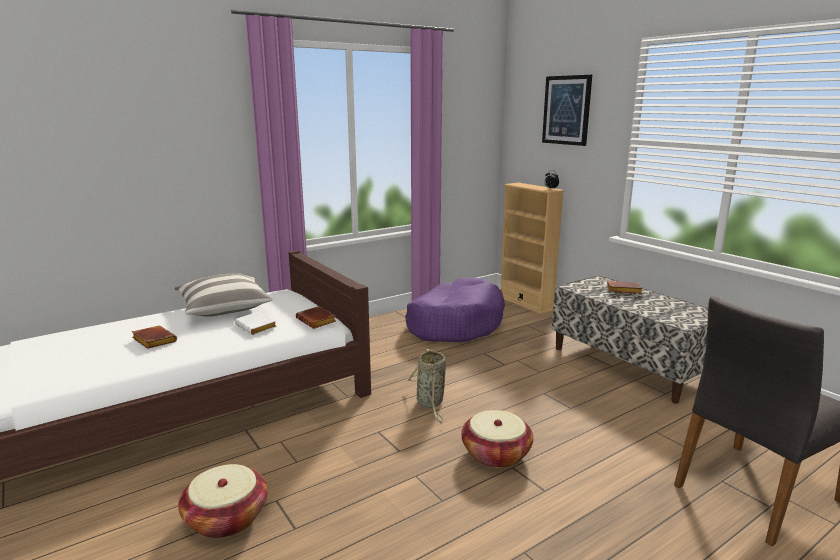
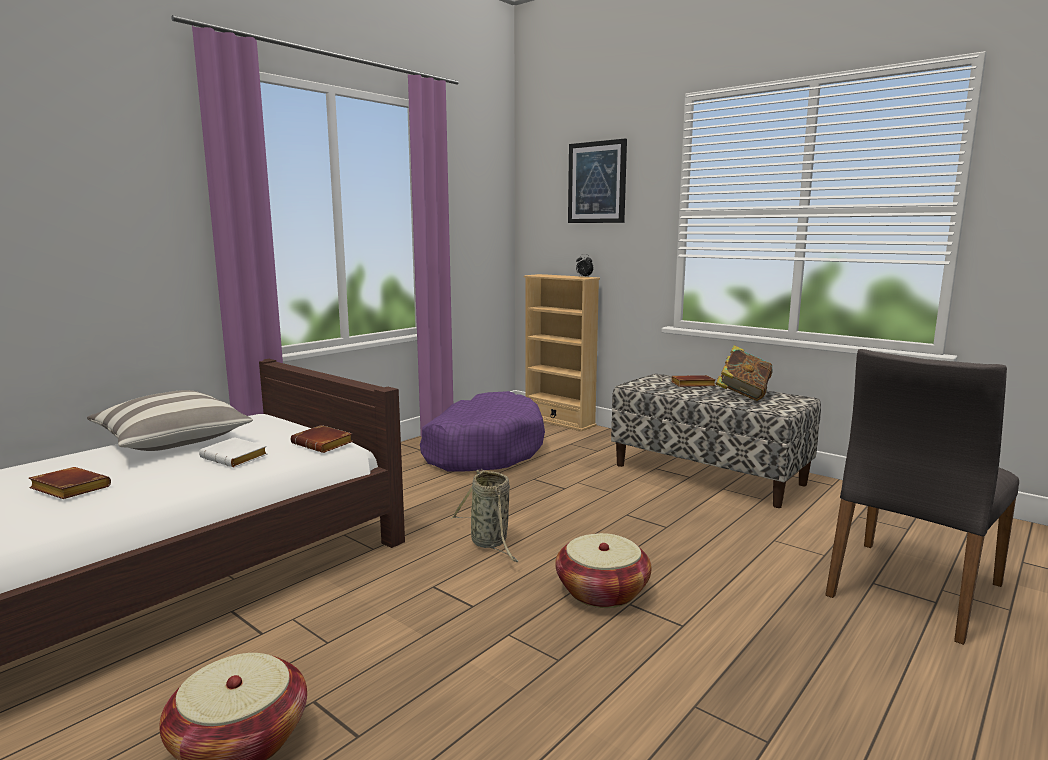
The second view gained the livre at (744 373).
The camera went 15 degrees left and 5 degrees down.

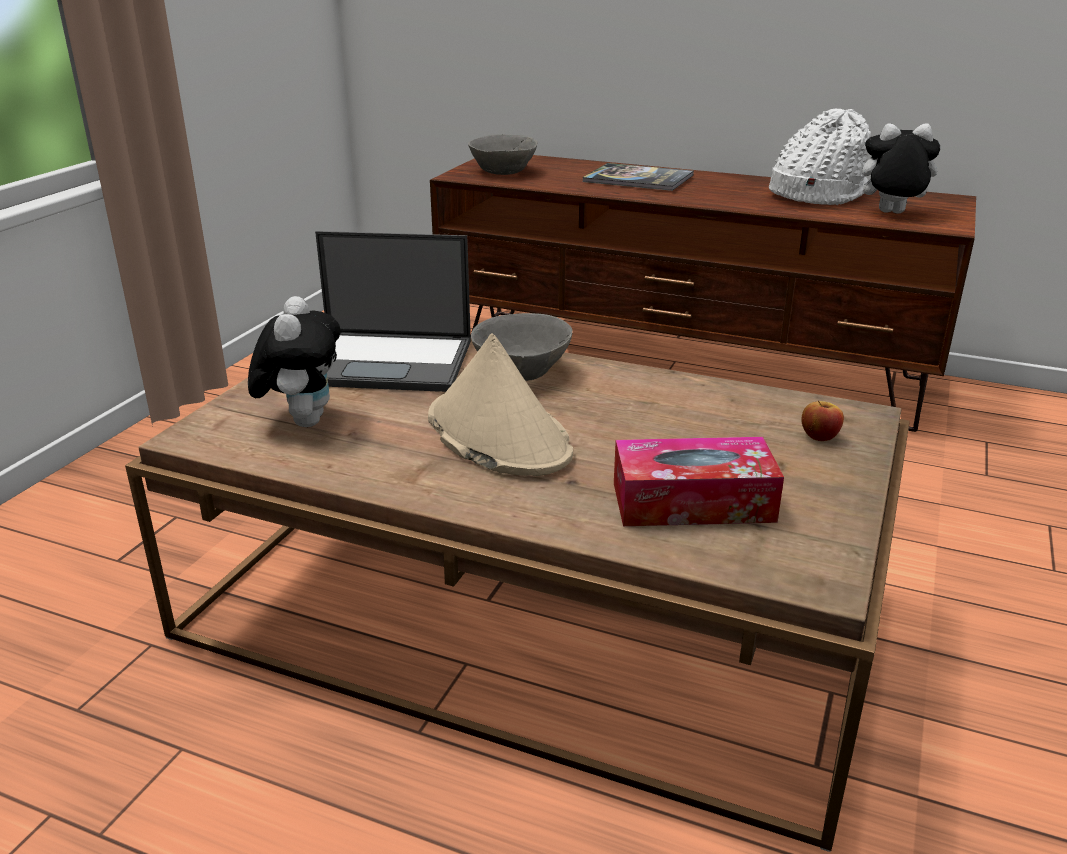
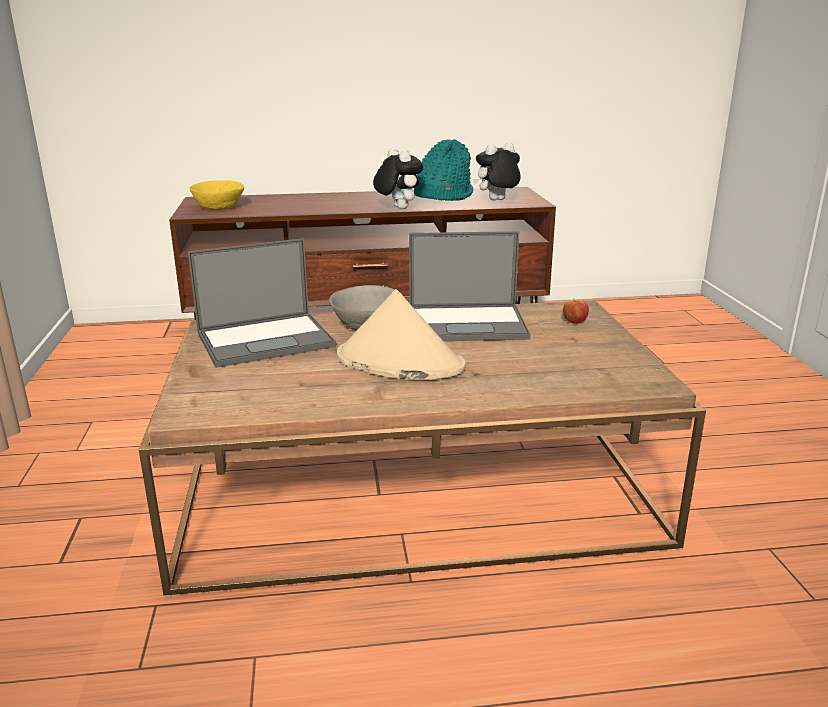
The peluche ended up elsewhere, having gone from (294 361) to (398 178).
What was the bol (gris) at (502 154) turned into the bol (jaune) at (216 195).
The second view lost the livre at (638 177).
The second view lost the boîte à mouchoirs at (699 481).
What was the chapeau (blanc) at (820 157) turned into the chapeau (turquoise) at (443 170).
The second view gained the ordinateur portable at (470 286).
The camera went 30 degrees left and 5 degrees down.

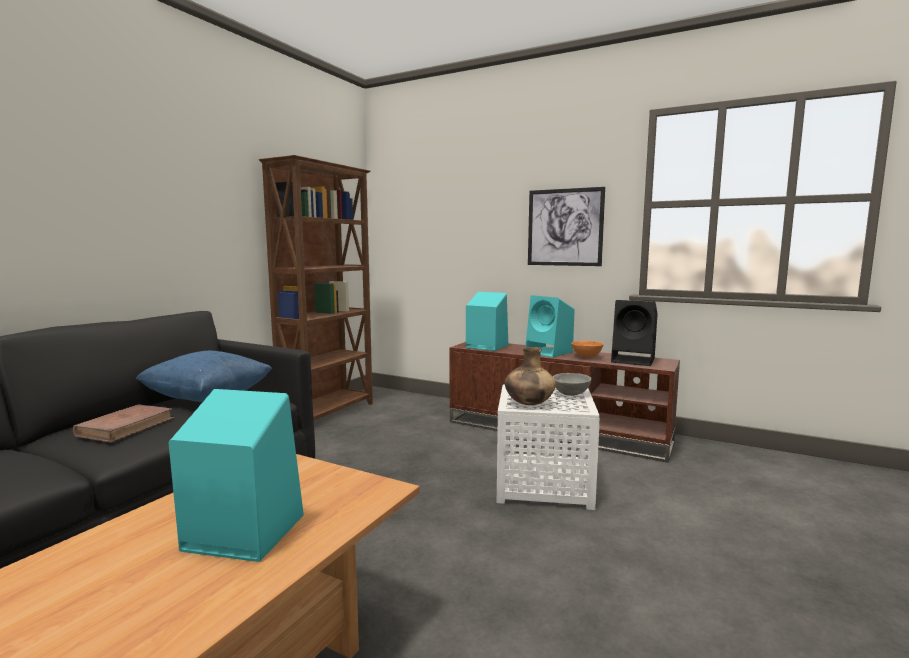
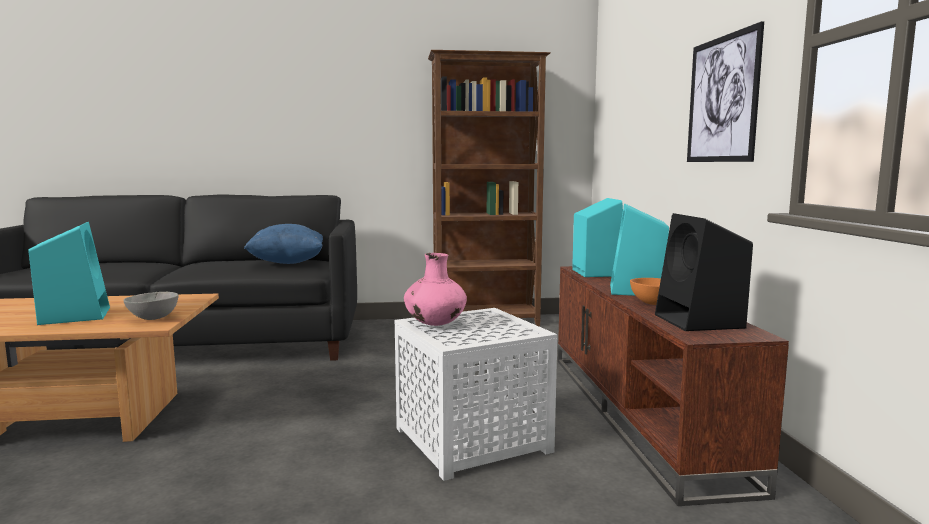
The second view lost the livre (marron) at (124 423).
What was the vase (marron) at (530 376) turned into the vase (rose) at (435 289).
The bol (gris) ended up elsewhere, having gone from (572 384) to (151 306).
The camera went 55 degrees right and 0 degrees up.

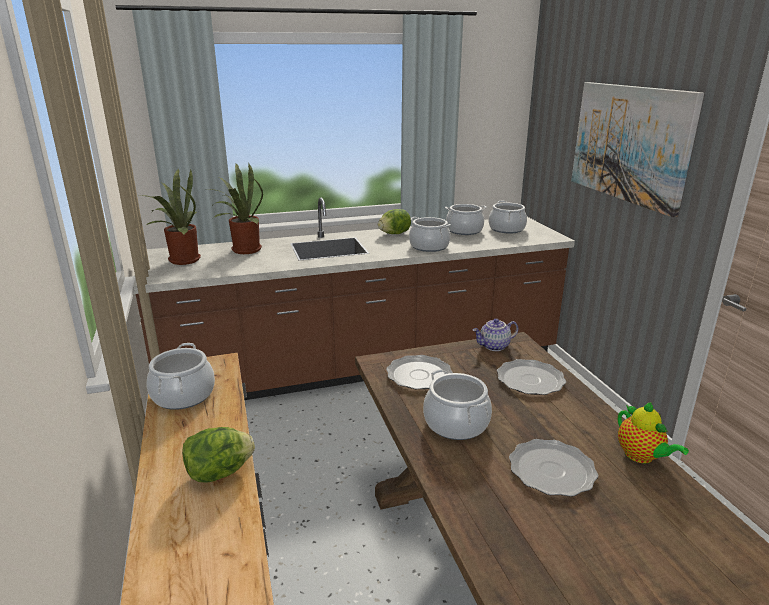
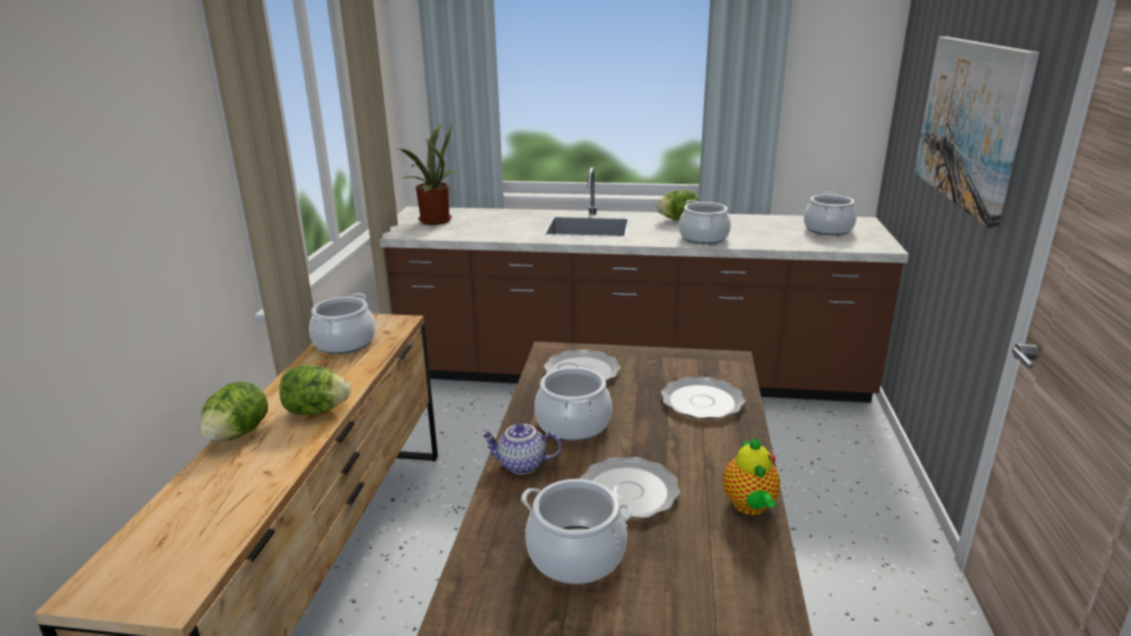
The second view lost the plante en pot at (235 209).
The marmite ended up elsewhere, having gone from (466 219) to (576 531).
The théière ended up elsewhere, having gone from (495 335) to (521 448).
The second view gained the laitue at (234 411).
The camera went 25 degrees right and 0 degrees up.

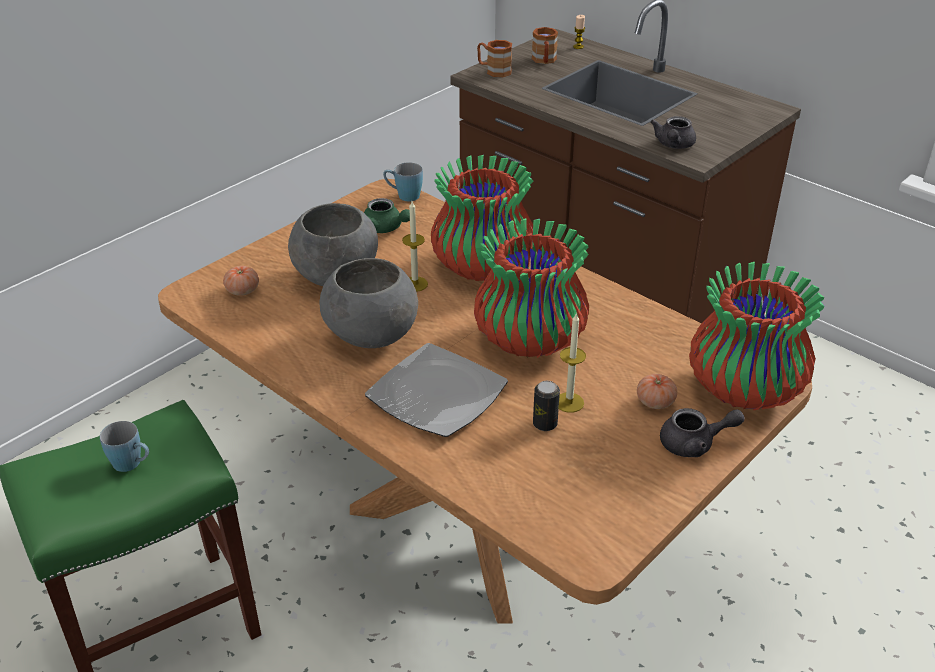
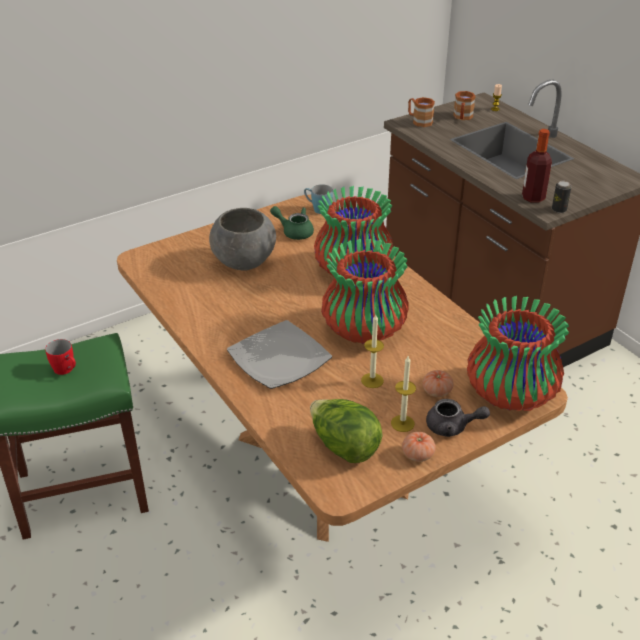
What was the mug (bleu) at (124 446) turned into the mug (rouge) at (60 357).
The tomate ended up elsewhere, having gone from (241 281) to (419 447).
The second view lost the bol (gris) at (369 303).
The théière (vert) at (387 215) ended up facing another way, 150 degrees clockwise from before.
The bougie ended up elsewhere, having gone from (415 246) to (403 394).
The boîte métallique ended up elsewhere, having gone from (546 406) to (562 197).
Where the théière (gris) stood at (673 132), the bouteille came to stand at (537 166).
The second view gained the laitue at (346 431).
The camera went 15 degrees right and 0 degrees up.

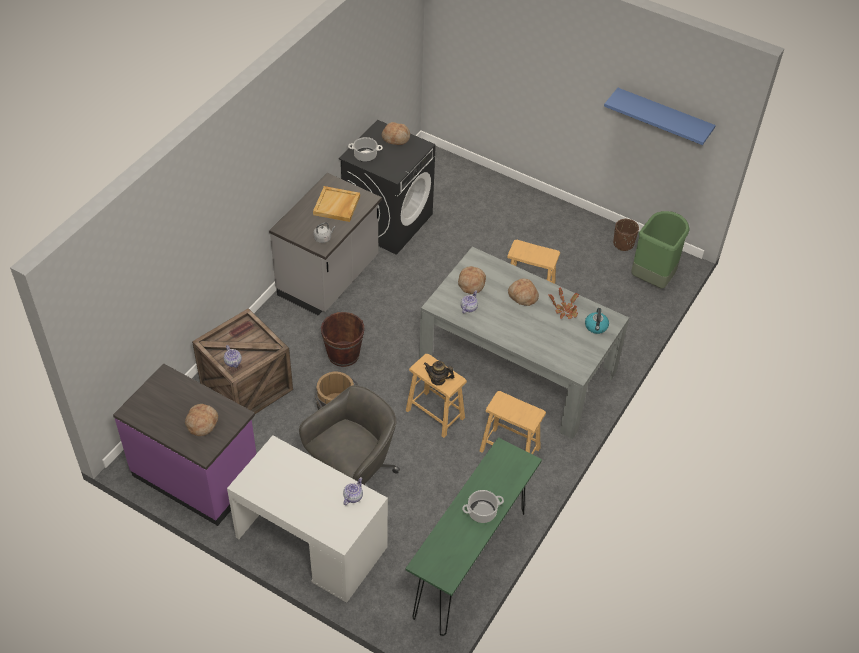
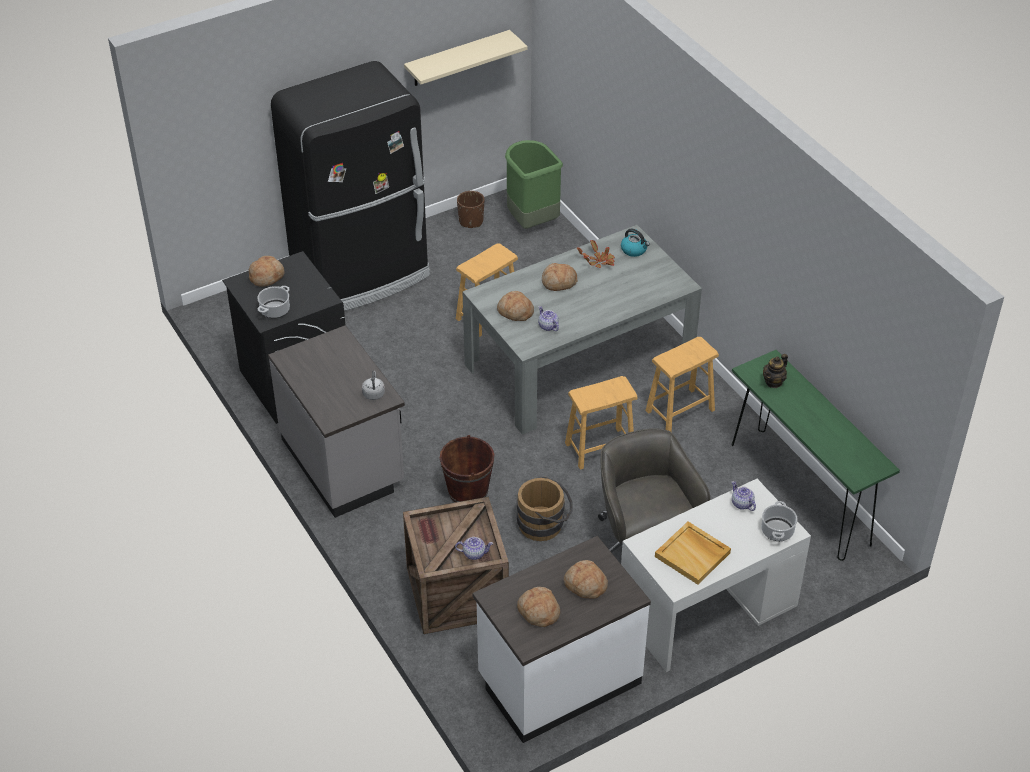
What was the comptoir de cuisine (violet) at (184 445) turned into the comptoir de cuisine (blanc) at (561 639).
The plateau (beige) ended up elsewhere, having gone from (336 204) to (693 553).
The théière ended up elsewhere, having gone from (439 373) to (775 371).
The marmite ended up elsewhere, having gone from (483 506) to (779 521).
What was the étagère (bleu) at (660 116) turned into the étagère (beige) at (466 58).
The second view gained the réfrigérateur (noir) at (350 186).
The second view gained the pain at (538 607).
The camera went 60 degrees left and 5 degrees down.

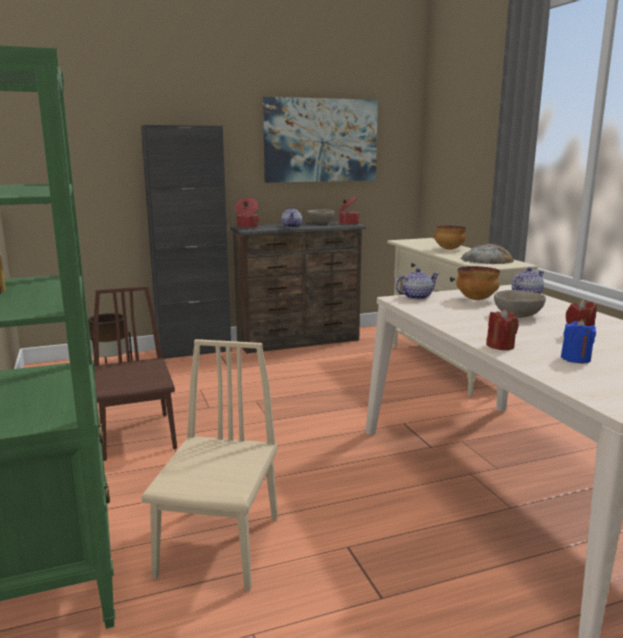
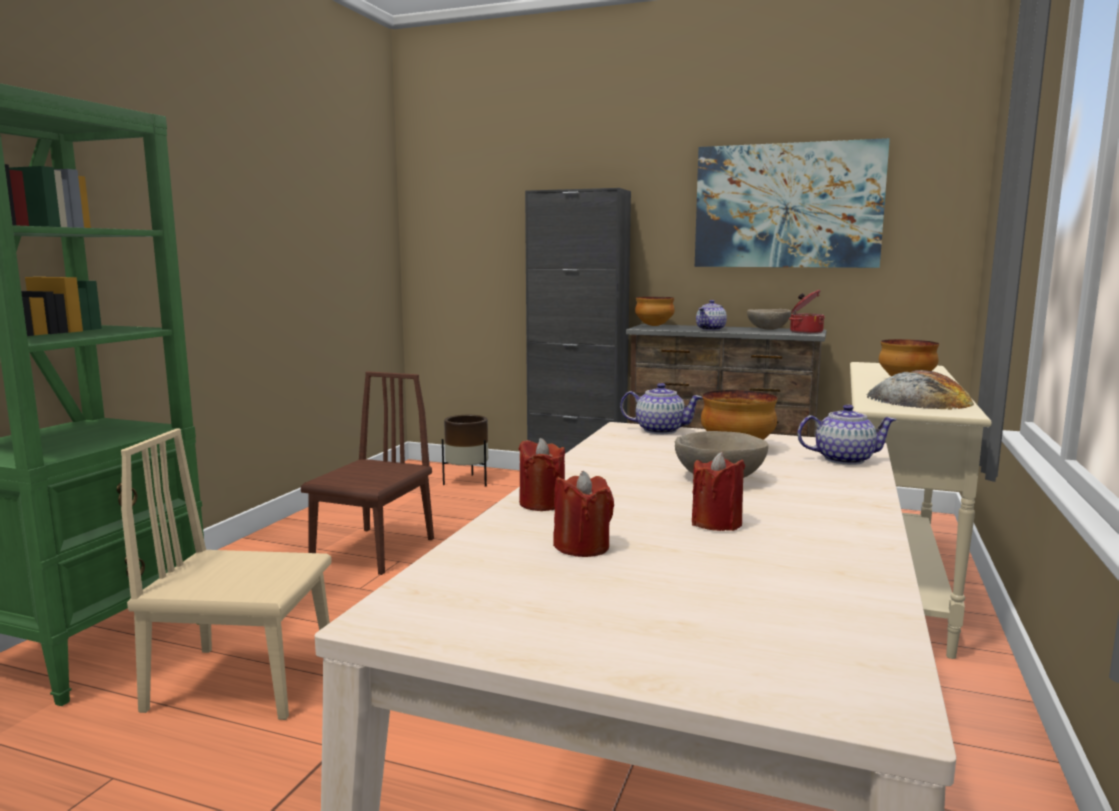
The chaise (beige) at (209 465) ended up facing another way, 135 degrees counterclockwise from before.
Where the marmite stood at (248 213), the bol came to stand at (654 311).
What was the bougie (bleu) at (578 341) turned into the bougie (rouge) at (583 514).
The camera went 40 degrees right and 5 degrees down.

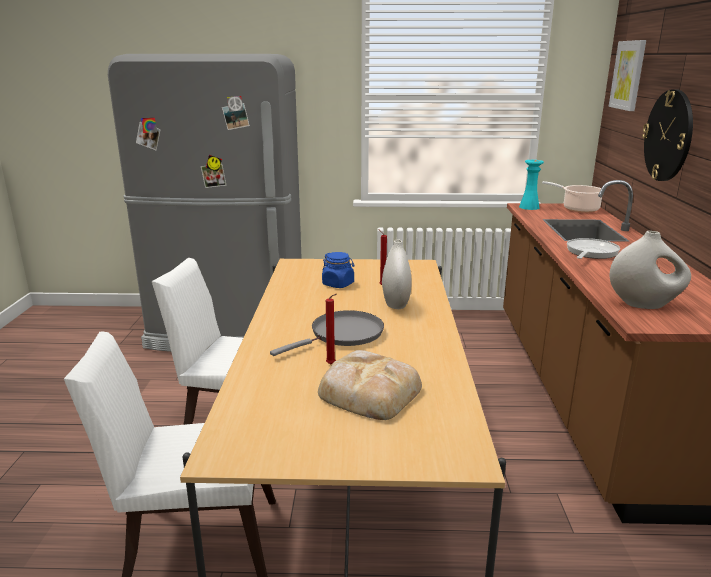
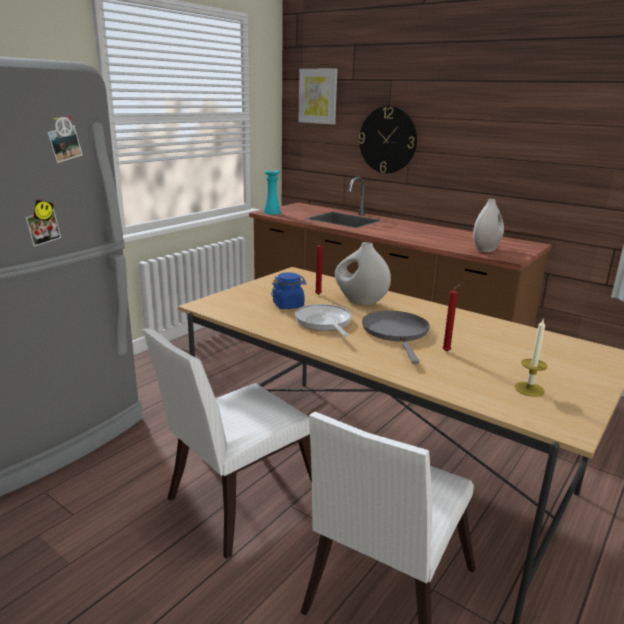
The second view lost the pain at (370 385).
The second view lost the marmite at (572 197).
The poêle ended up elsewhere, having gone from (593 248) to (323 320).
The second view gained the bougie at (531 358).
The camera went 55 degrees left and 0 degrees up.

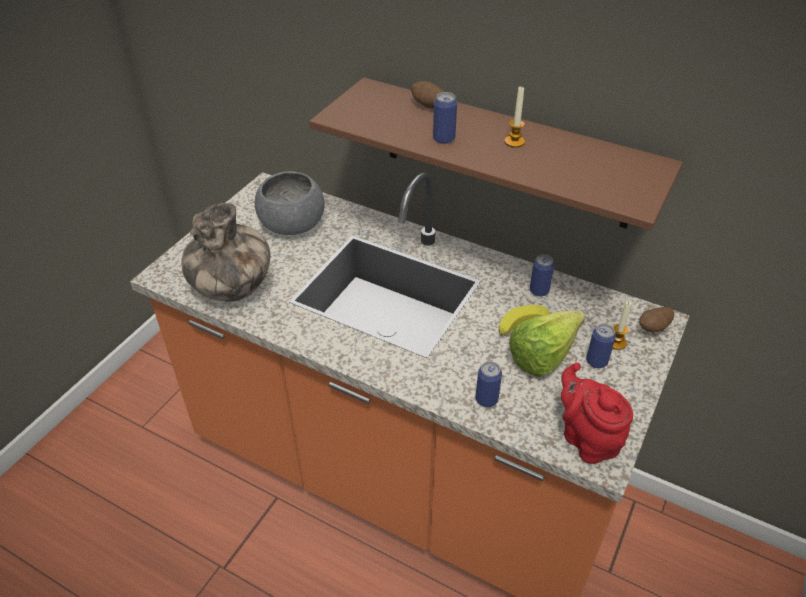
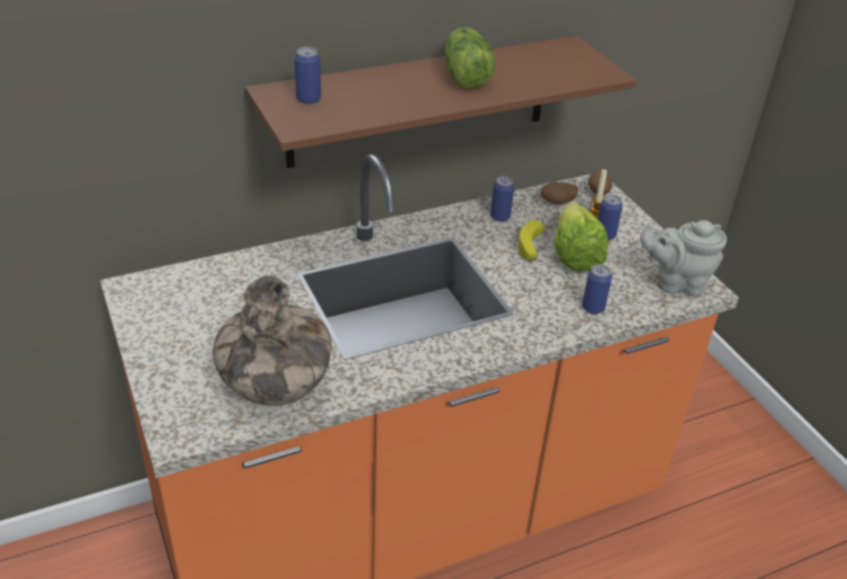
The second view lost the bol (gris) at (289 203).
The pomme de terre ended up elsewhere, having gone from (427 95) to (560 193).
The boîte métallique ended up elsewhere, having gone from (445 118) to (307 75).
Where the bougie stood at (514 117), the laitue came to stand at (470 58).
What was the théière (rouge) at (597 413) turned into the théière (gris) at (683 258).
The camera went 55 degrees left and 5 degrees down.

